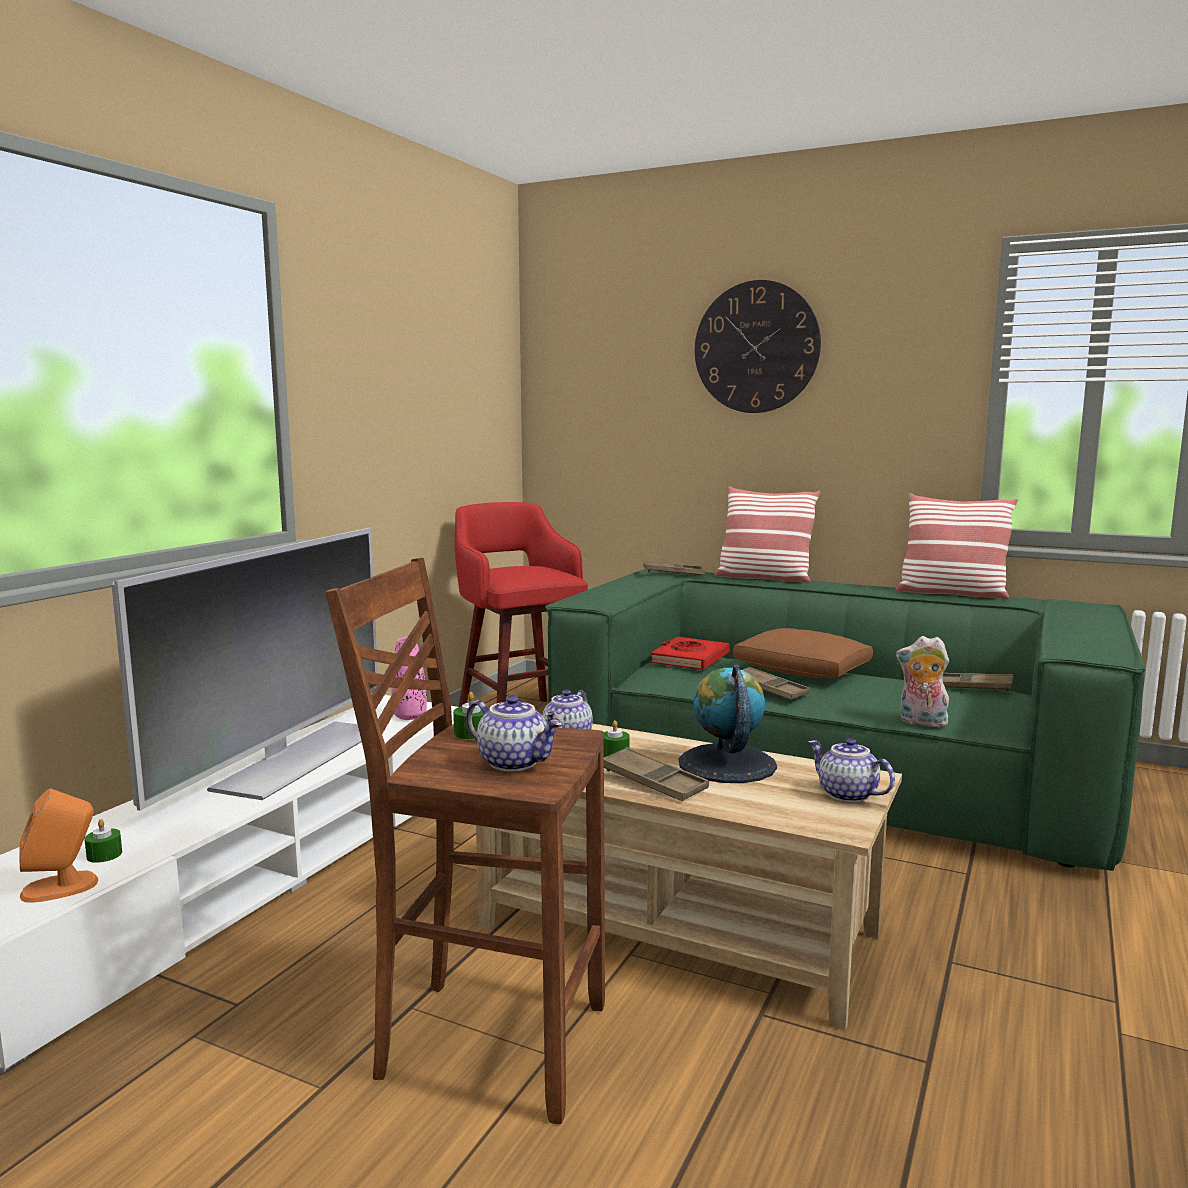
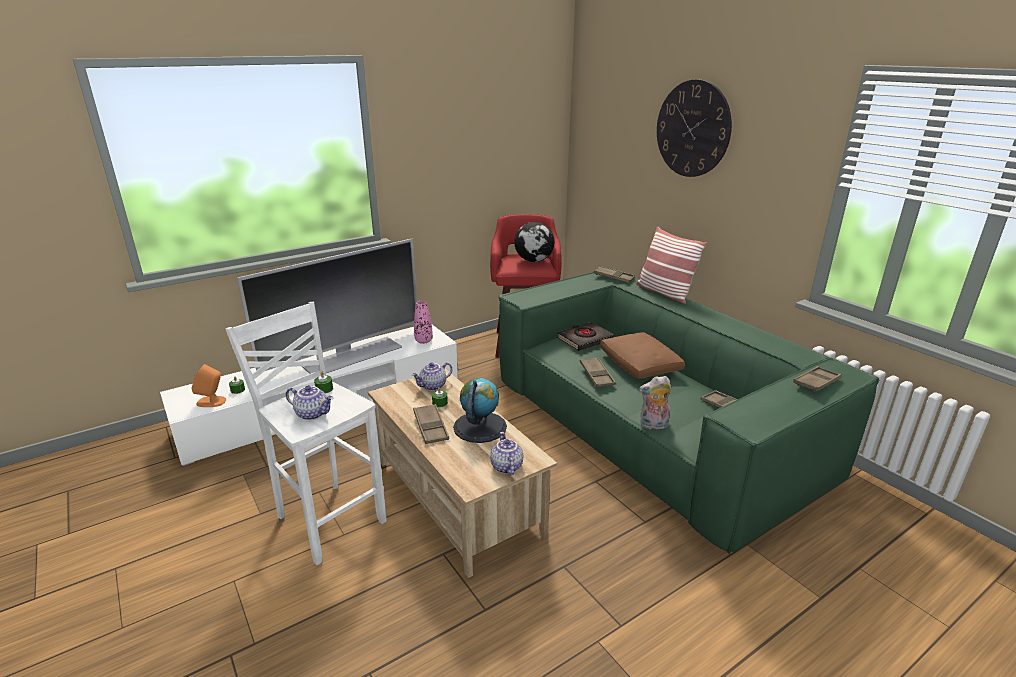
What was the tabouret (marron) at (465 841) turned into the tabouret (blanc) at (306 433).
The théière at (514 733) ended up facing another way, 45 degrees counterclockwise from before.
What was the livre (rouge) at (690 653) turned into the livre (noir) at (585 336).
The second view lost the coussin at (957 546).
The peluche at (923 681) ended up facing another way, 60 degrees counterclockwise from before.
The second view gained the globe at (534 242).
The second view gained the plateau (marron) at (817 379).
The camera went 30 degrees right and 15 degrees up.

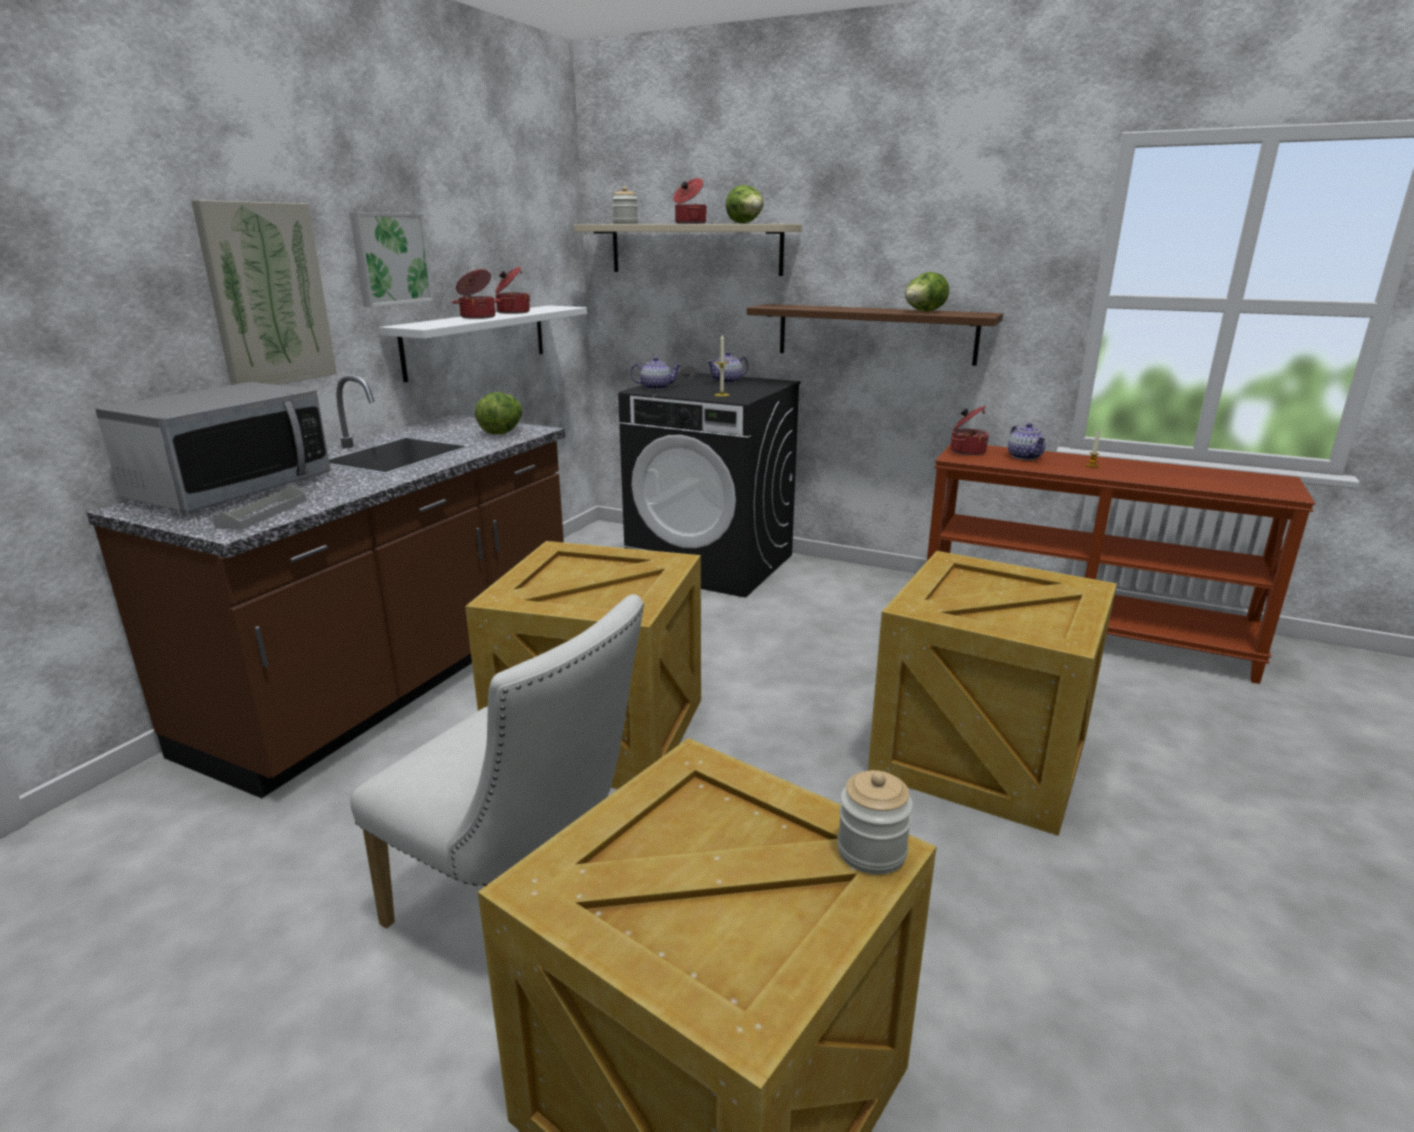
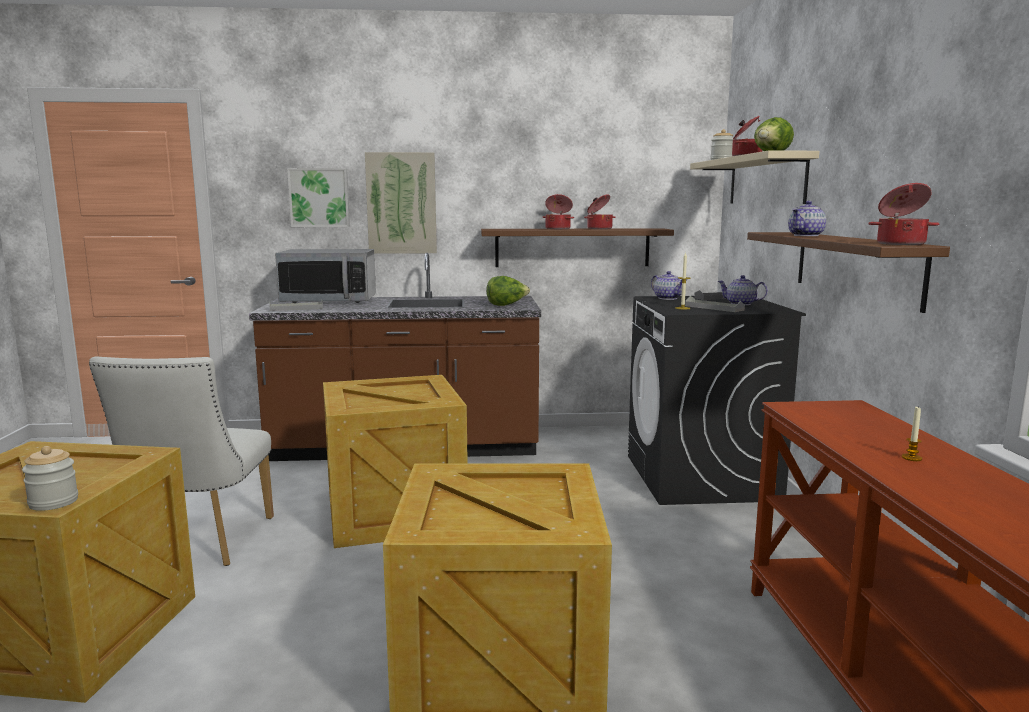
The tableau ended up elsewhere, having gone from (391 259) to (318 197).
What was the étagère (blanc) at (483 343) turned into the étagère (marron) at (577 247).
The second view lost the laitue at (927 292).
The marmite ended up elsewhere, having gone from (970 430) to (903 214).
The théière ended up elsewhere, having gone from (1027 441) to (807 218).
The second view gained the plateau (gris) at (715 304).
The camera went 60 degrees right and 10 degrees down.

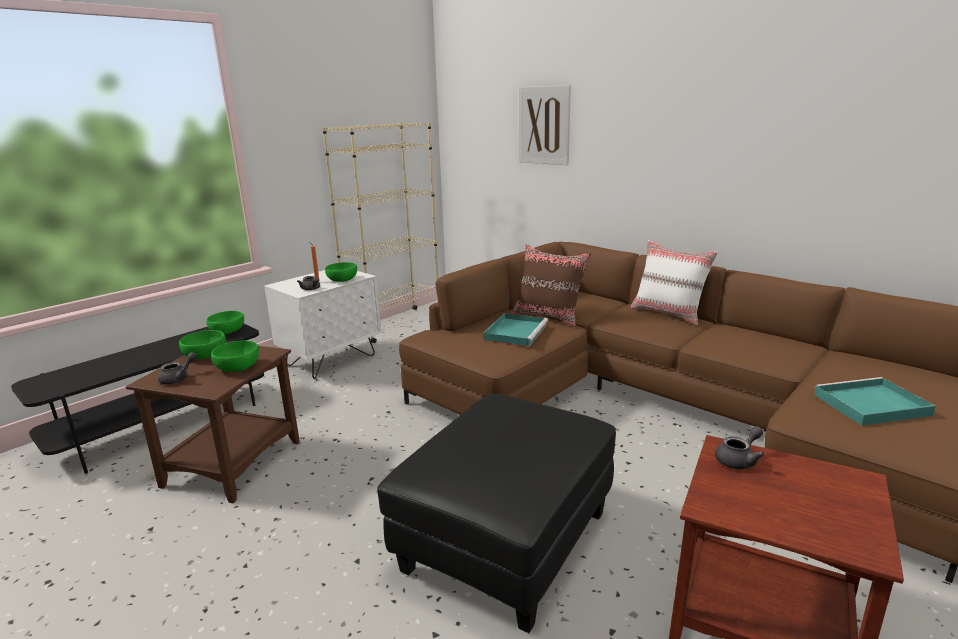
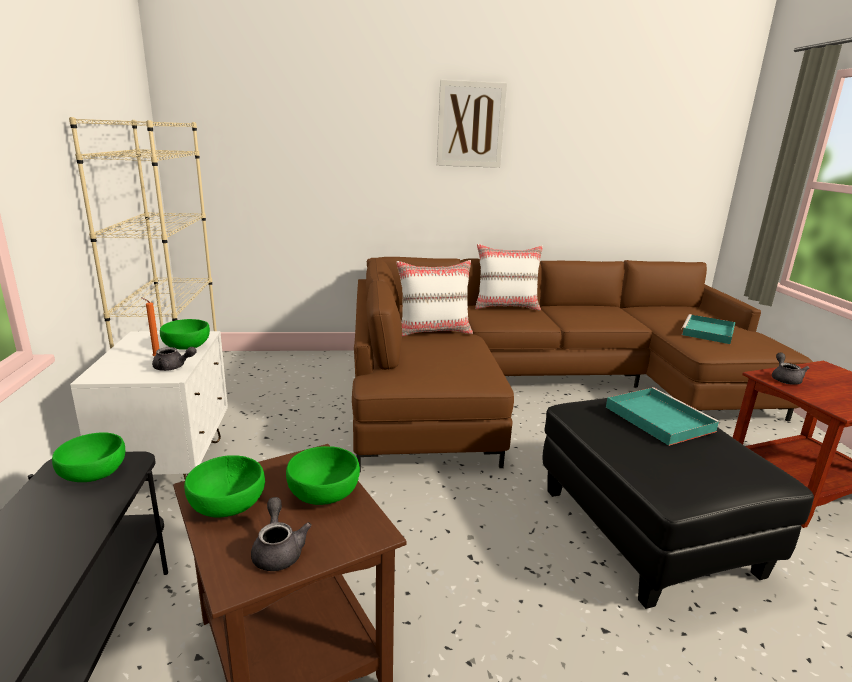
The plateau (turquoise) ended up elsewhere, having gone from (515 330) to (663 416).
What was the coussin (marron) at (552 285) turned into the coussin (blanc) at (434 298).
The tableau ended up elsewhere, having gone from (545 125) to (472 124).
The camera went 50 degrees left and 0 degrees up.

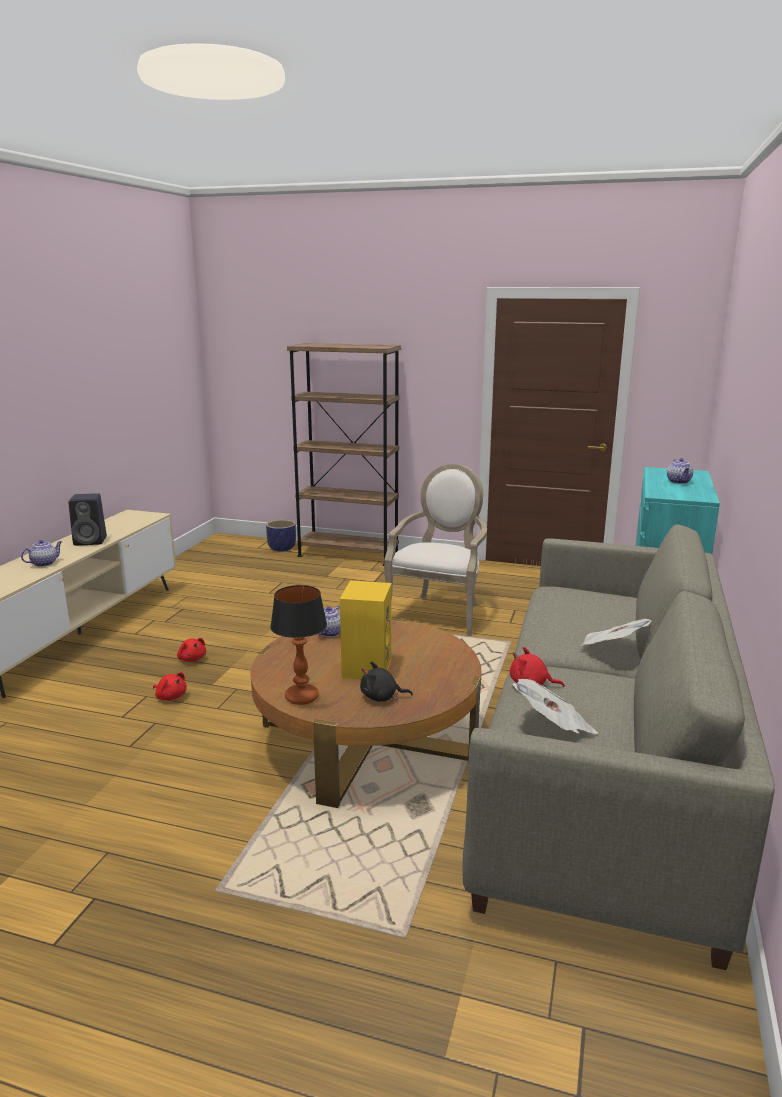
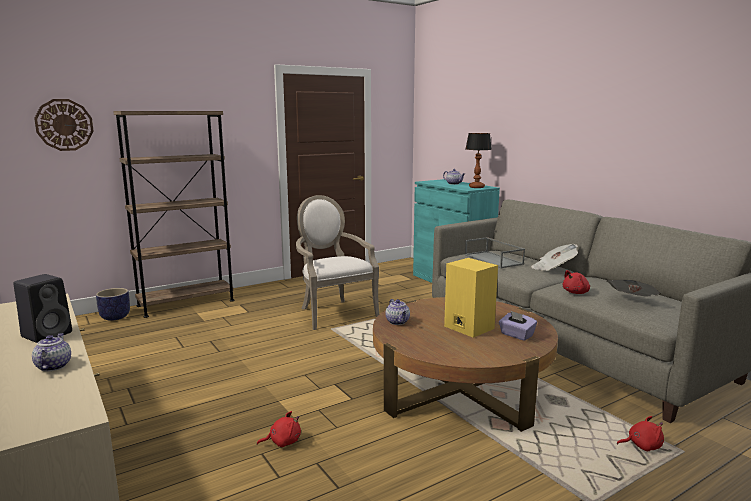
The peluche (rouge) ended up elsewhere, having gone from (191 650) to (640 433).
The lampe de table ended up elsewhere, having gone from (298 645) to (479 160).
Where the peluche (noir) stood at (386 681), the boîte à mouchoirs (violet) came to stand at (518 325).
The second view gained the horloge murale at (64 125).
The second view gained the plateau (gris) at (495 252).
The camera went 50 degrees left and 5 degrees down.

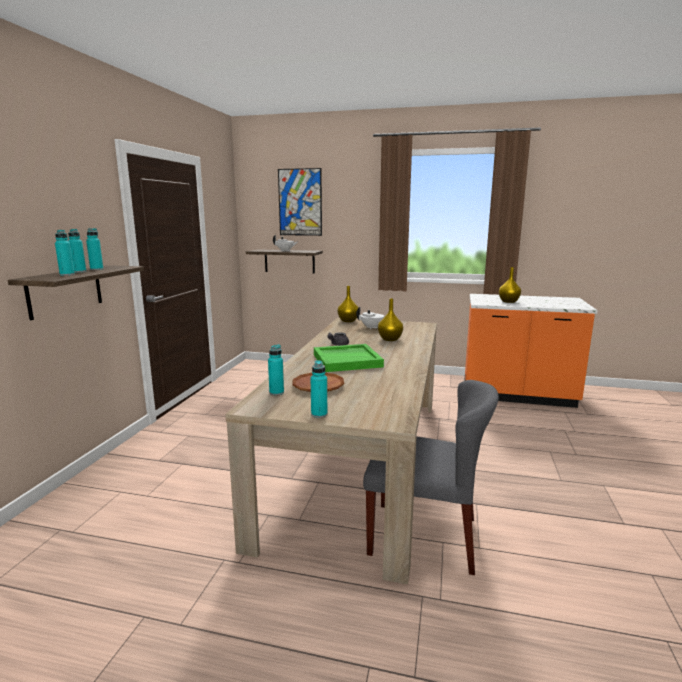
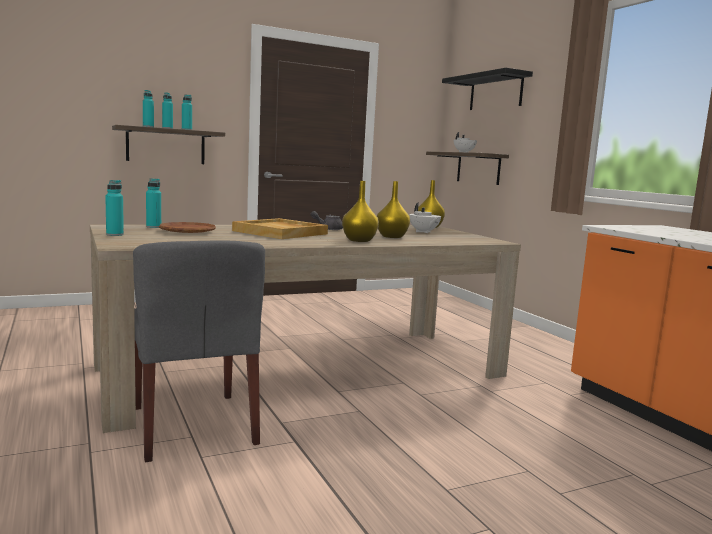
Where the tableau hung at (300 202), the étagère (noir) came to hang at (487 89).
What was the plateau (vert) at (349 358) turned into the plateau (beige) at (280 228).
The vase (jaune) ended up elsewhere, having gone from (510 285) to (360 211).
The camera went 50 degrees right and 5 degrees down.

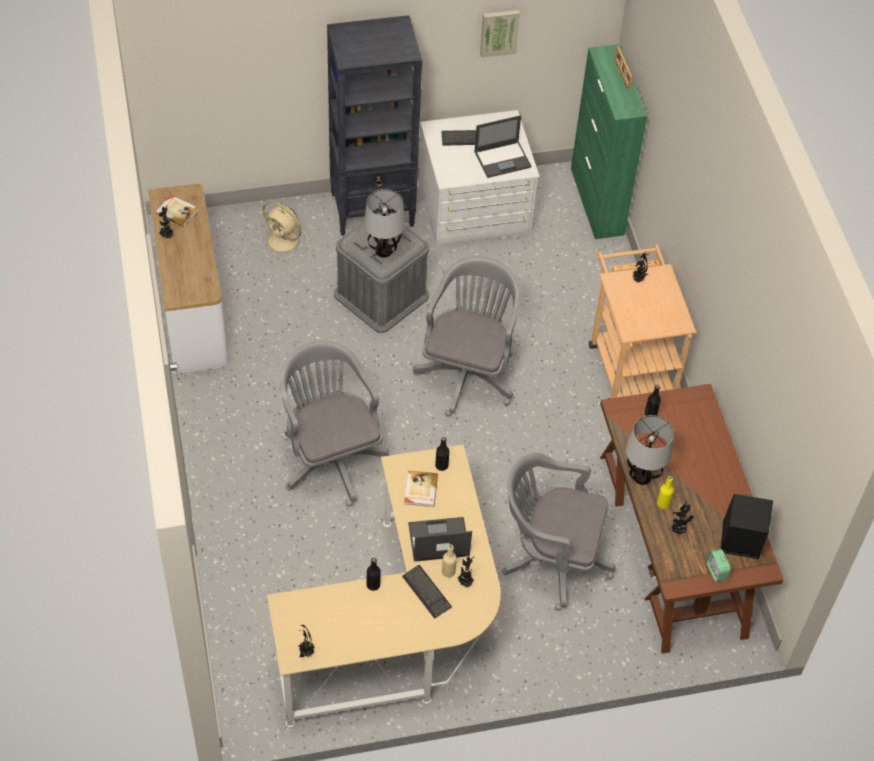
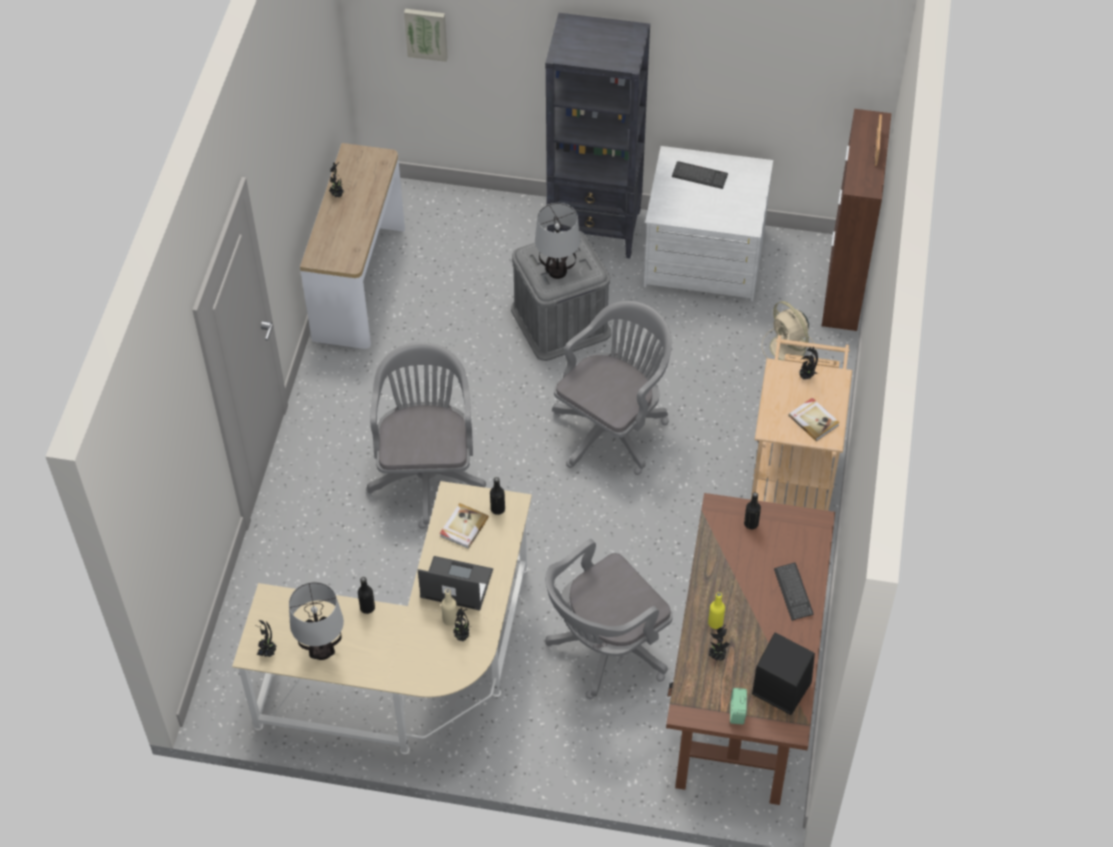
The livre ended up elsewhere, having gone from (177 211) to (814 419).
The ventilateur (beige) ended up elsewhere, having gone from (284 230) to (788 331).
The clavier ended up elsewhere, having gone from (427 592) to (794 592).
The second view lost the ordinateur portable at (502 146).
The tableau ended up elsewhere, having gone from (500 34) to (426 35).
The chaise de bureau (gris) at (559 532) ended up facing another way, 75 degrees counterclockwise from before.
What was the meuble de rangement (vert) at (609 141) turned into the meuble de rangement (marron) at (857 220).
The lampe de table ended up elsewhere, having gone from (650 450) to (316 621).
The camera went 25 degrees right and 0 degrees up.

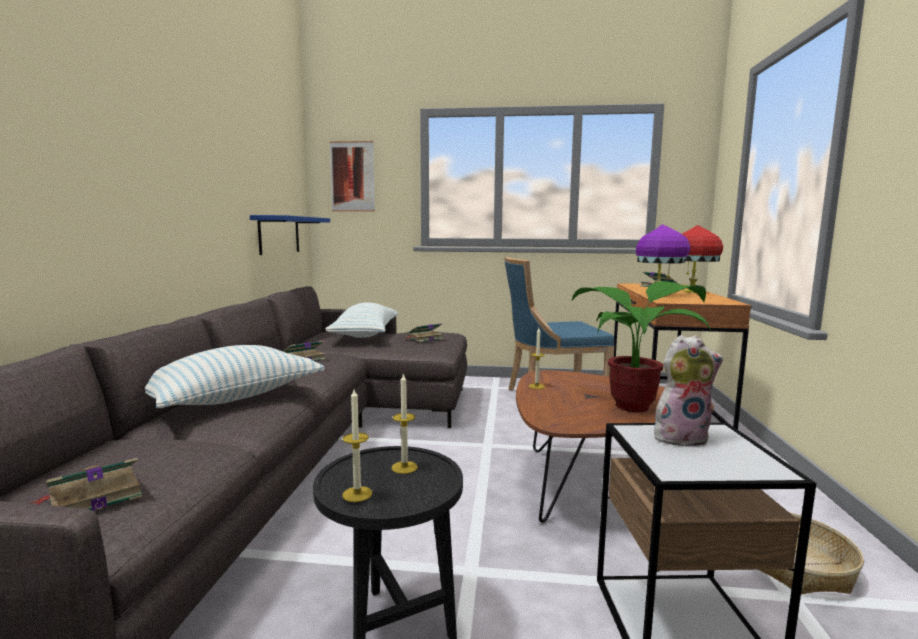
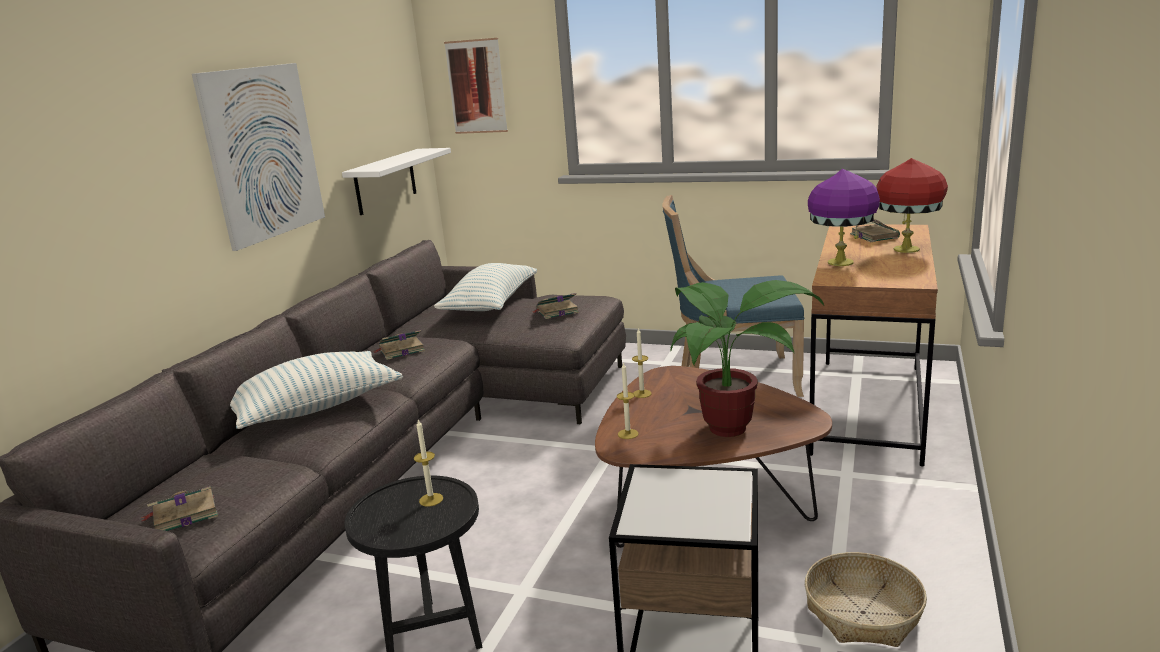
What was the étagère (bleu) at (290 235) turned into the étagère (blanc) at (396 181).
The bougie ended up elsewhere, having gone from (357 445) to (627 400).
The second view lost the peluche at (688 391).
The second view gained the tableau at (258 157).
The camera went 15 degrees right and 10 degrees up.

